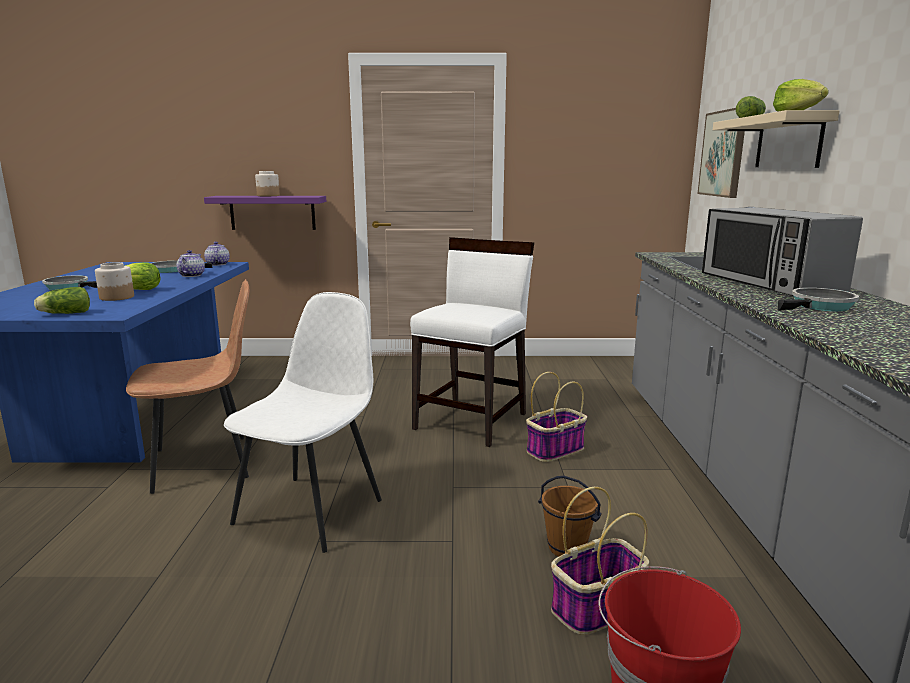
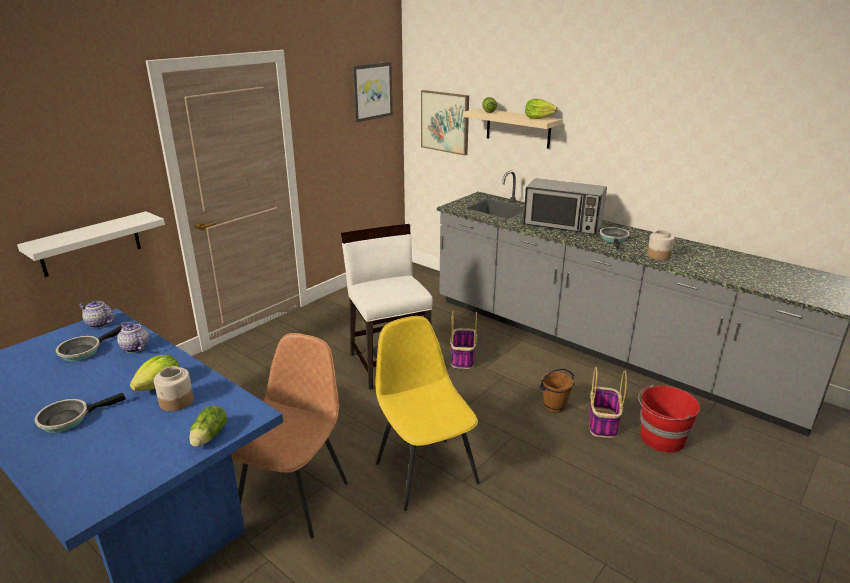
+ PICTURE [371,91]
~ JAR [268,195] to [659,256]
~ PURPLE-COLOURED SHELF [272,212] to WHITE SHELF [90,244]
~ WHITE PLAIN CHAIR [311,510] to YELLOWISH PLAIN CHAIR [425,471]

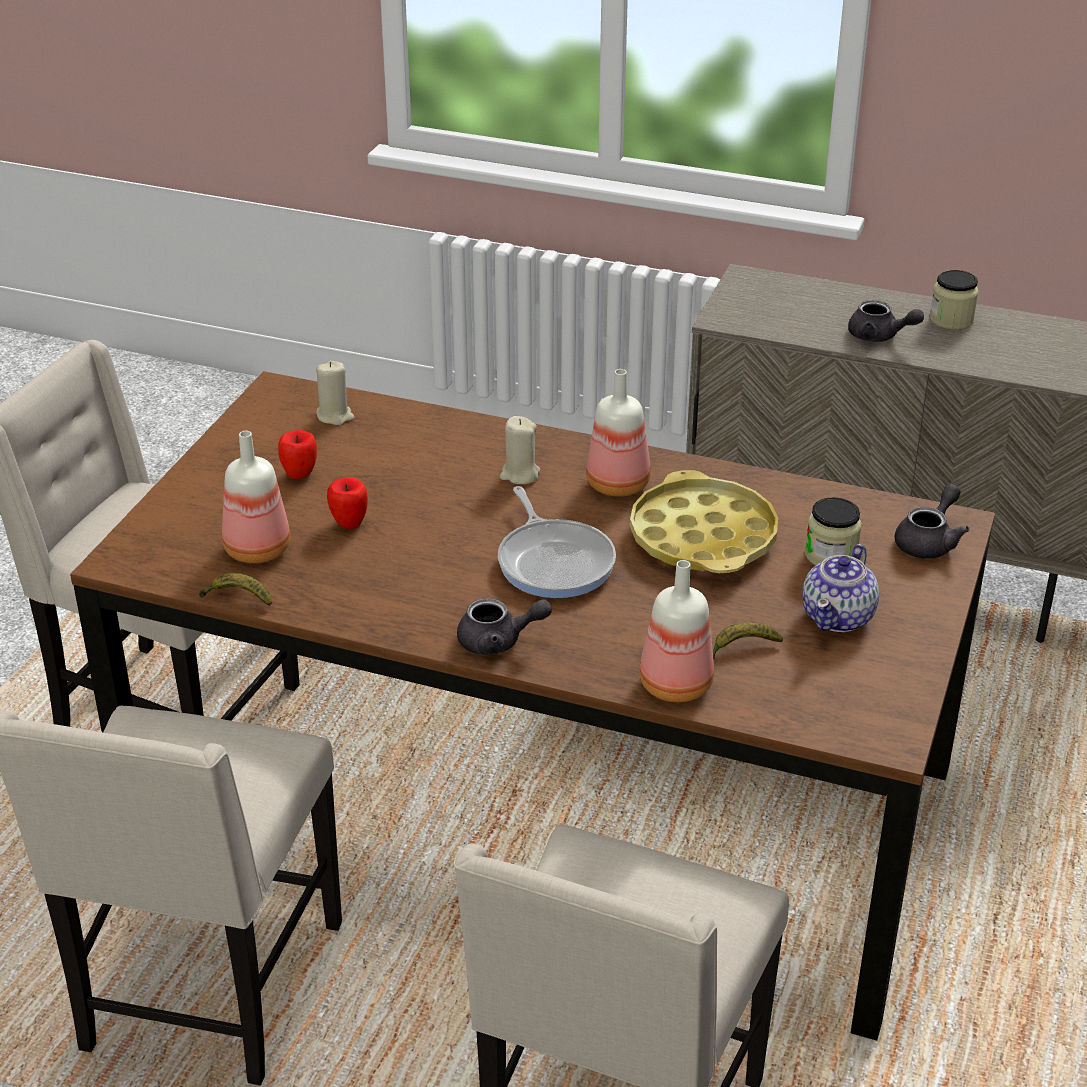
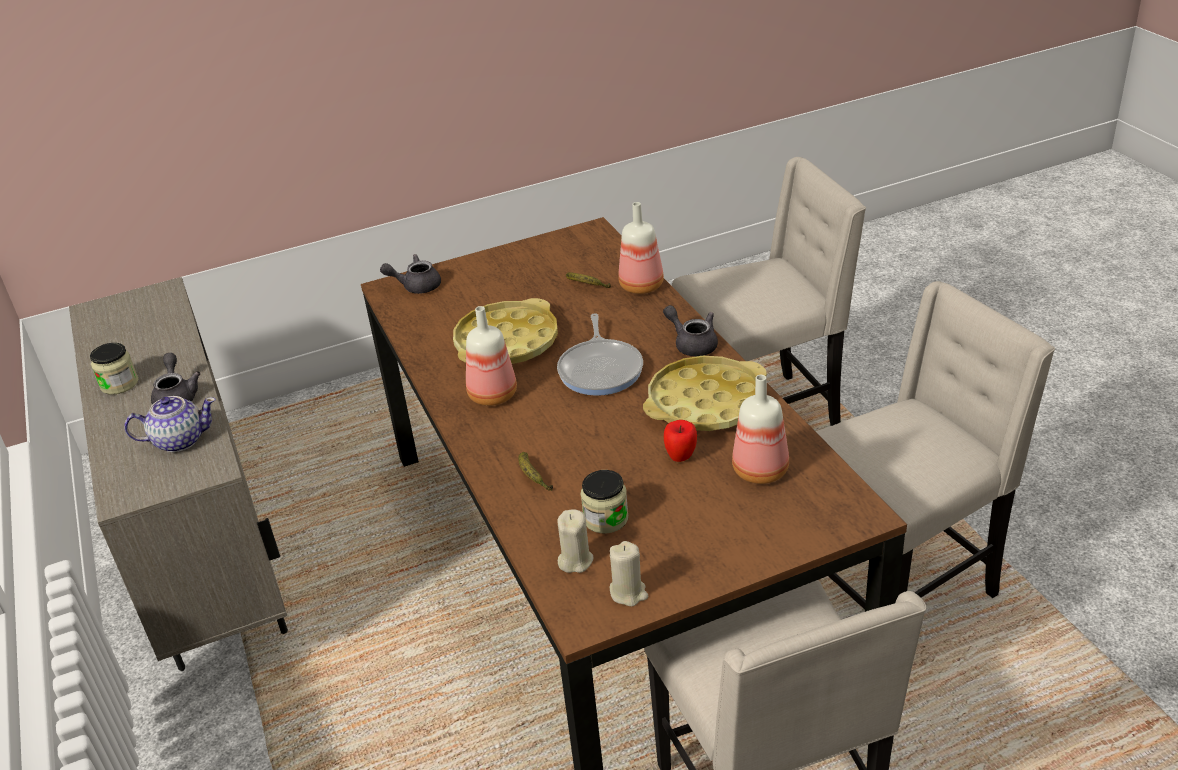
- WHOLE APPLE [299,475]
+ YELLOWISH TRAY [705,403]
~ WHOLE BANANA [238,598] to [532,477]
~ SAND-COLOURED CANDLE [519,474] to [628,592]
~ POT FOR TEA [839,616] to [179,440]
~ JAR [831,556] to [606,519]
~ SKILLET [554,561] = [601,369] 150 degrees clockwise

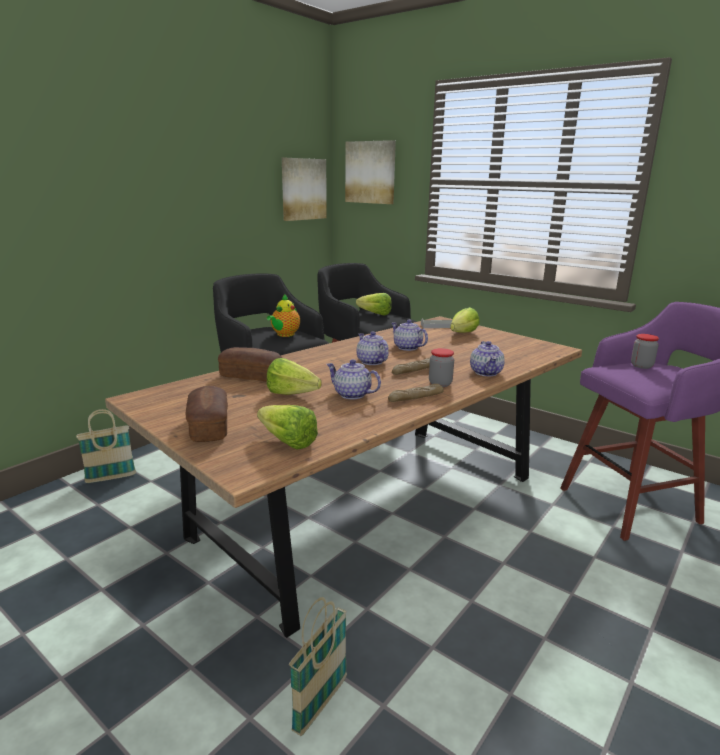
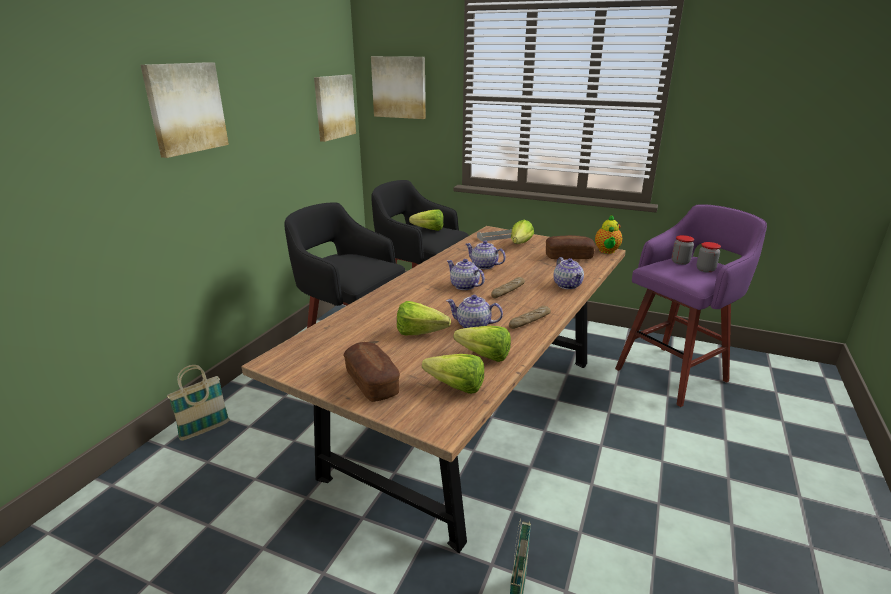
+ PICTURE [185,108]
+ LETTUCE HEAD [480,355]
~ BAKERY BREAD [251,376] to [568,256]
~ POT FOR TEA [284,335] to [607,251]
~ JAR [440,384] to [705,270]

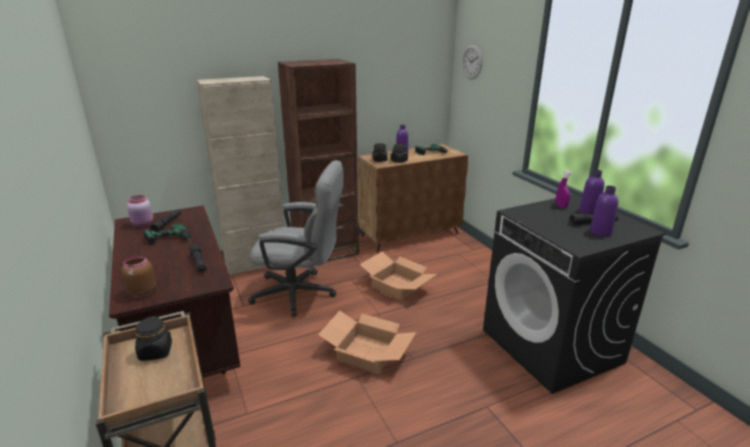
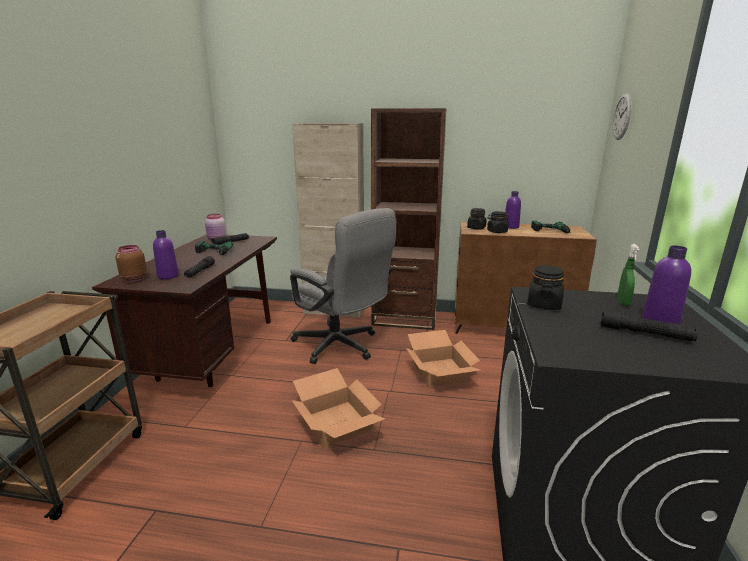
~ BLACK JAR [155,352] to [544,304]
~ PURPLE-COLOURED DRINK BOTTLE [600,232] to [168,276]
~ PURPLE-COLOURED HAND SPRAYER [561,206] to GREEN-COLOURED HAND SPRAYER [623,303]

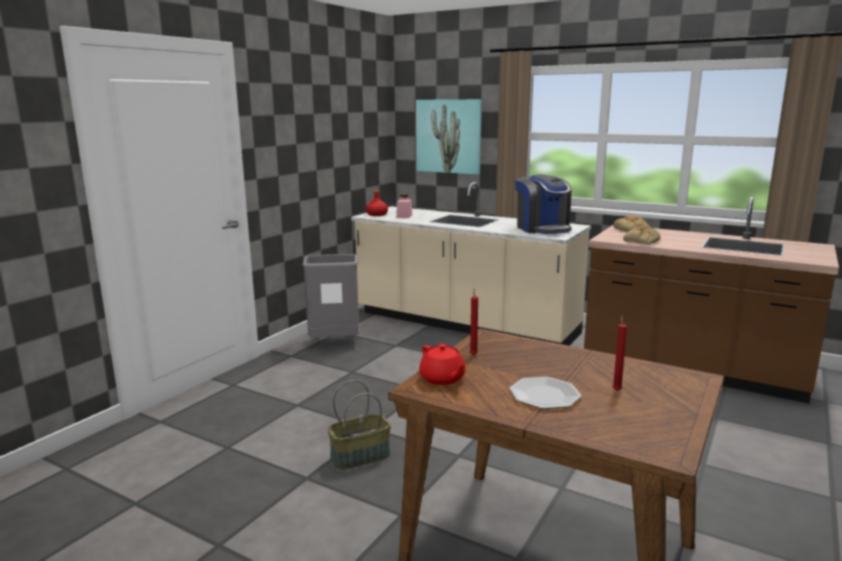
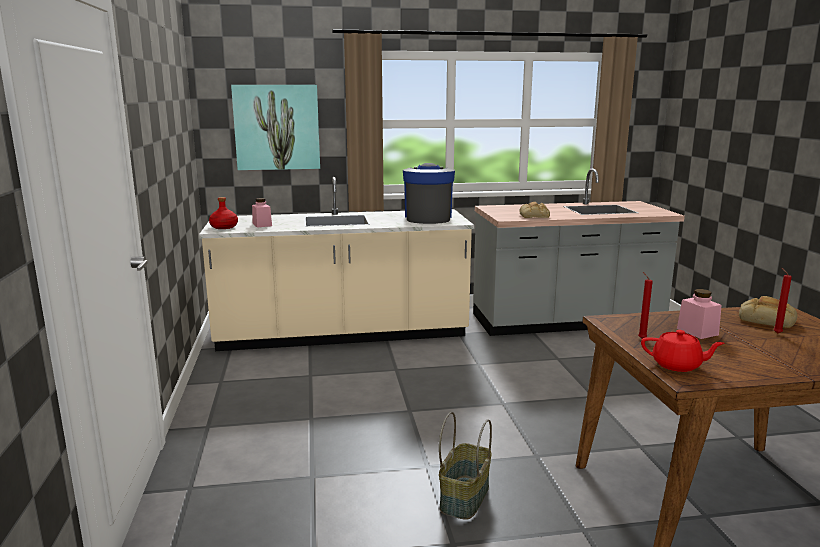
- GREYISH TRASH CAN [335,342]
- FLAT DISH [544,395]
+ PINKISH JAR [697,331]
~ BAKERY BREAD [632,230] to [767,319]
~ BROWN-COLOURED KITCHEN COUNTER [693,369] to GREYISH KITCHEN COUNTER [567,322]
~ COFFEE MACHINE [542,229] = [428,217] 120 degrees counterclockwise

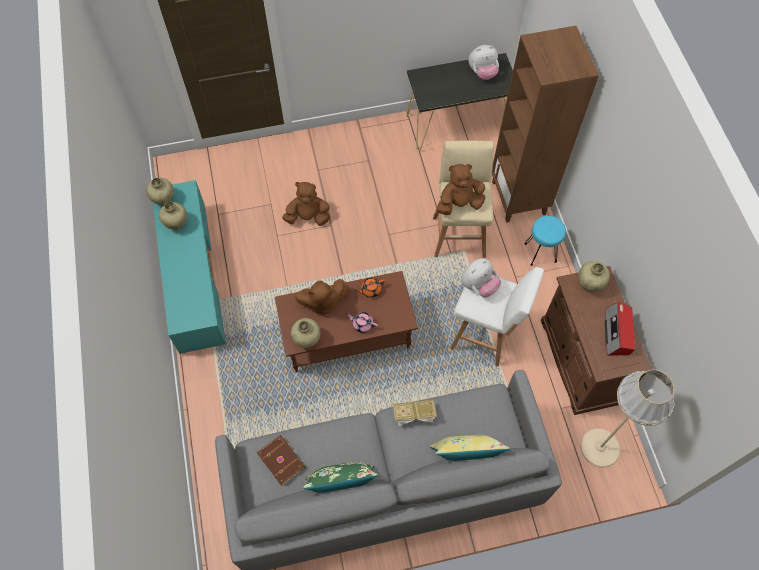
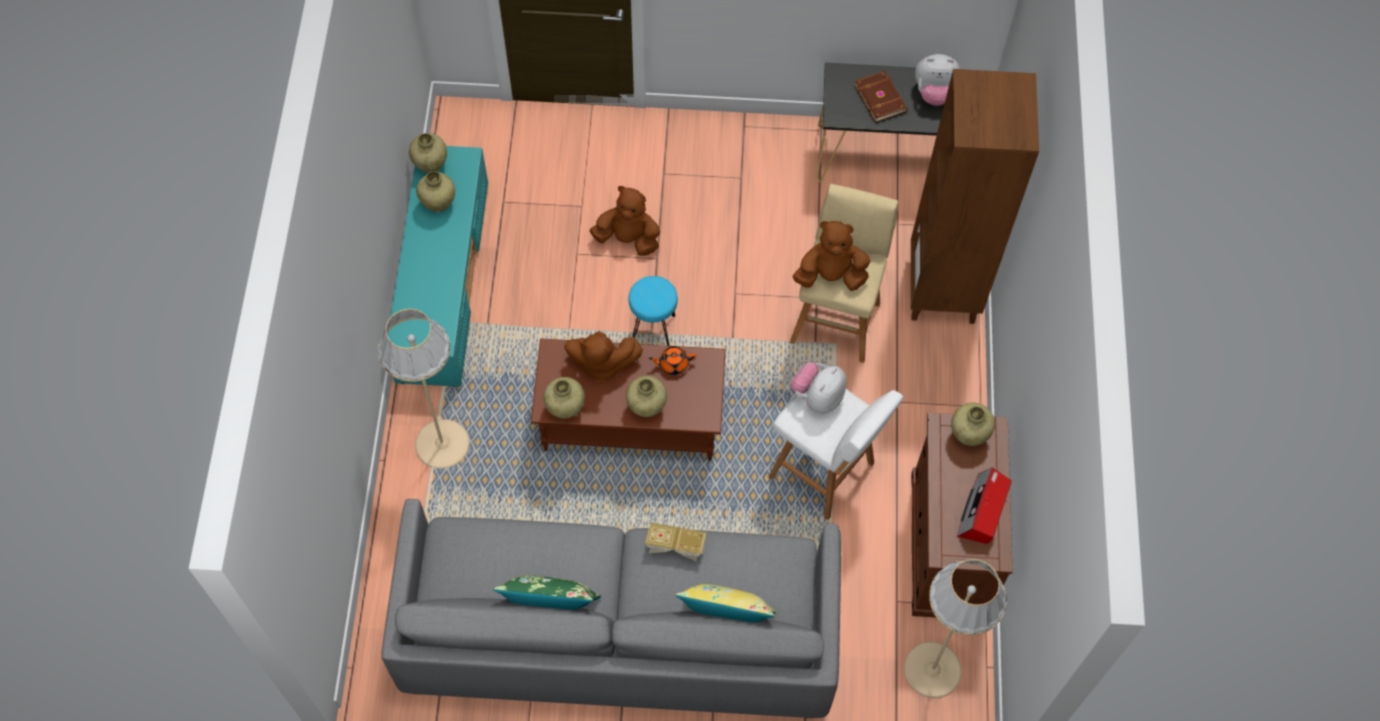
+ SAND-COLOURED STANDING LAMP [442,443]
~ BROWN-COLOURED BOUND BOOK [281,459] to [881,97]
~ BLUE-GREEN STOOL [541,252] to [653,329]
~ PINKISH POT FOR TEA [362,324] to SAND-COLOURED FLOWER VASE [646,407]
~ SOFT TOY [479,286] = [817,397] 150 degrees clockwise

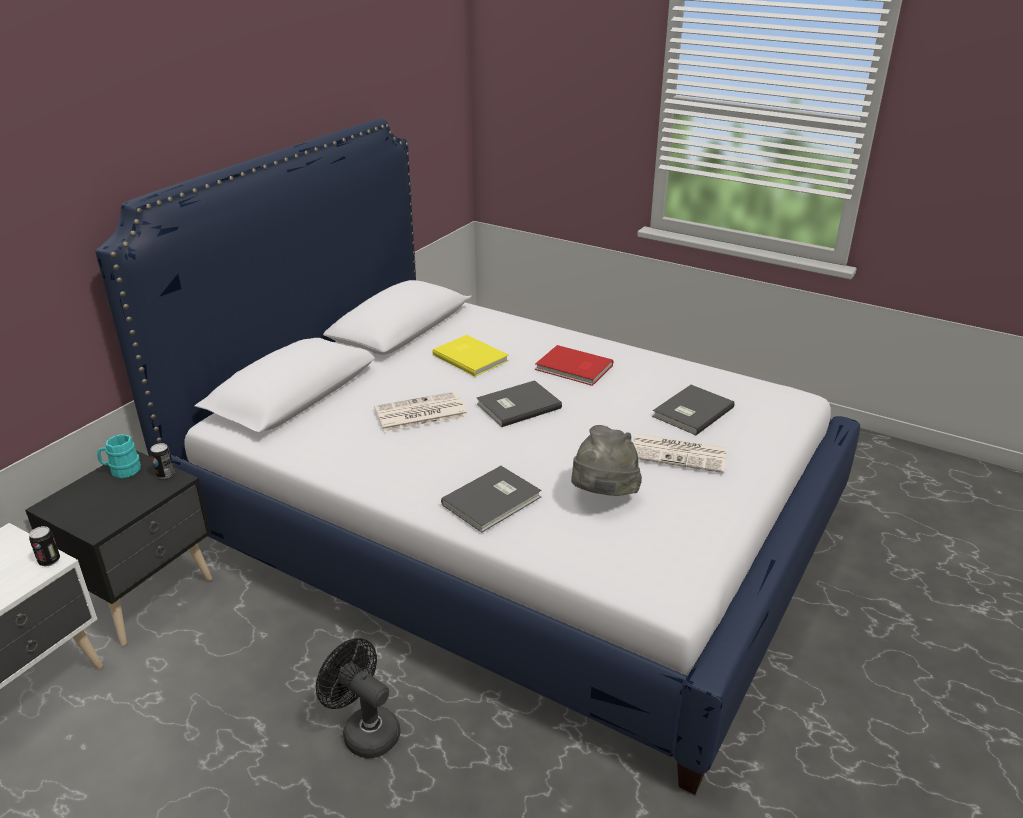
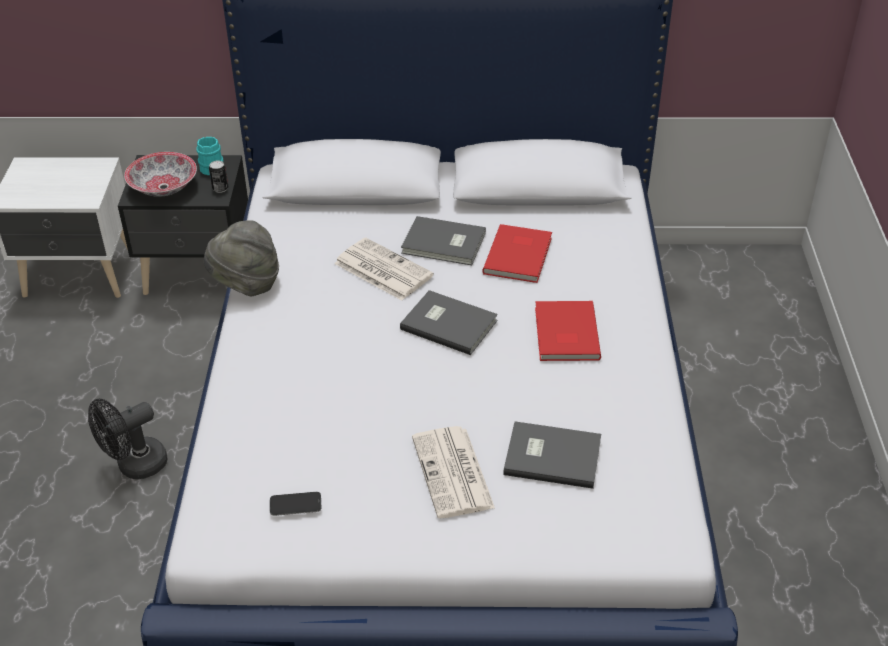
- SEALED CAN [49,560]
+ BOWL [163,187]
+ HANDSET [295,504]
~ GREYISH BOUND BOOK [494,501] to [444,244]
~ GREYISH CLOTHING HAT [603,496] to [246,284]
~ YELLOWISH BOUND BOOK [471,357] to RED BOUND BOOK [520,255]
~ BLACK FAN [364,730] = [135,466] 135 degrees counterclockwise

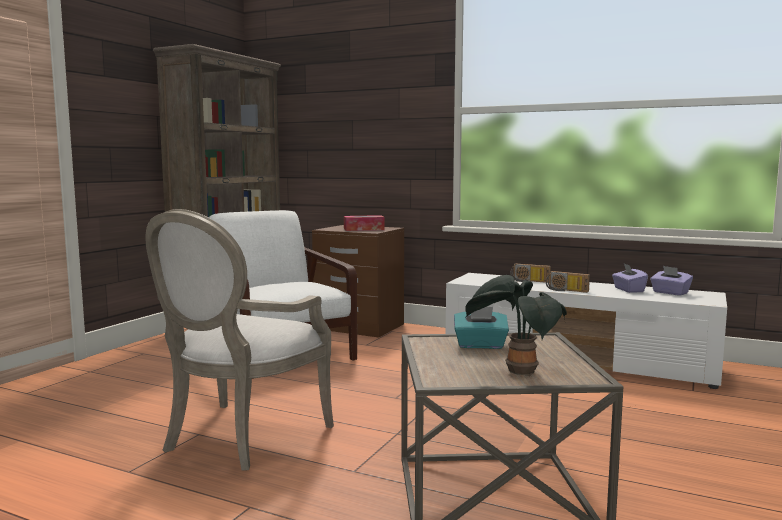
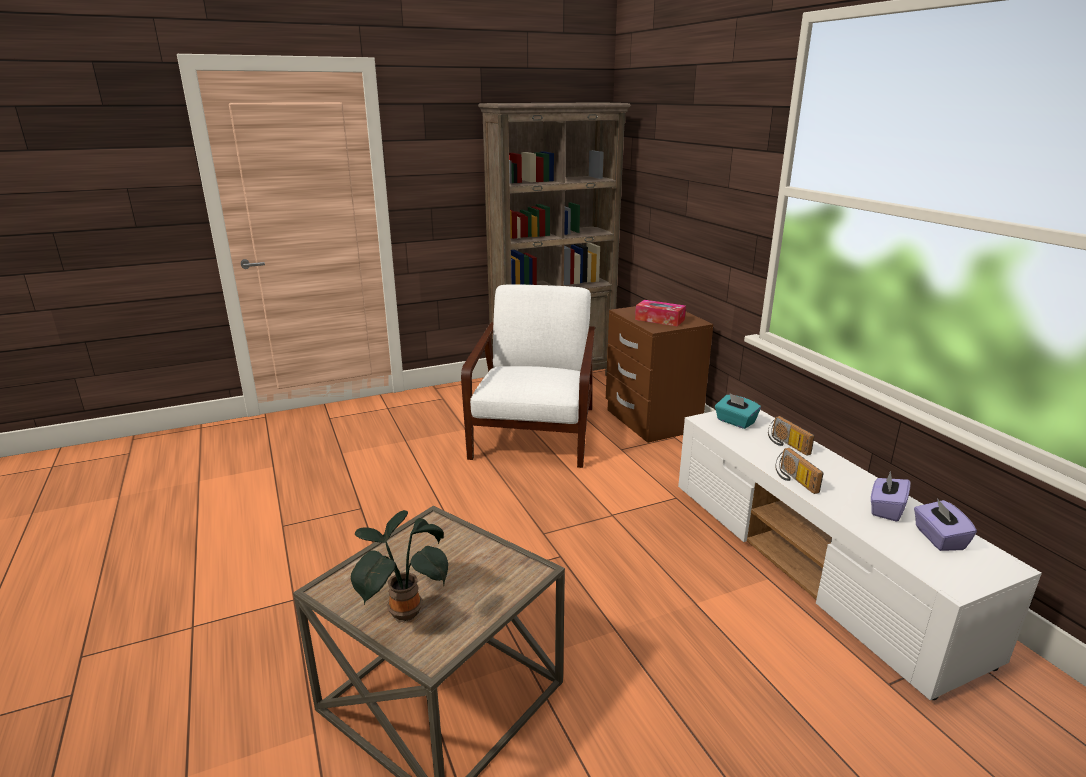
- ARMCHAIR [238,438]
~ BLUE-GREEN BOX OF TISSUES [480,345] to [735,422]

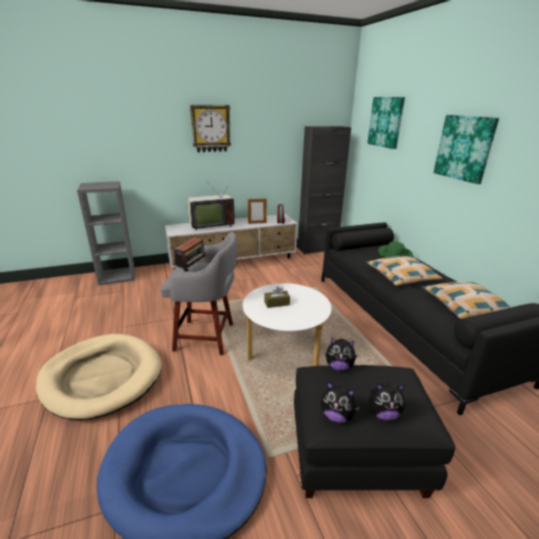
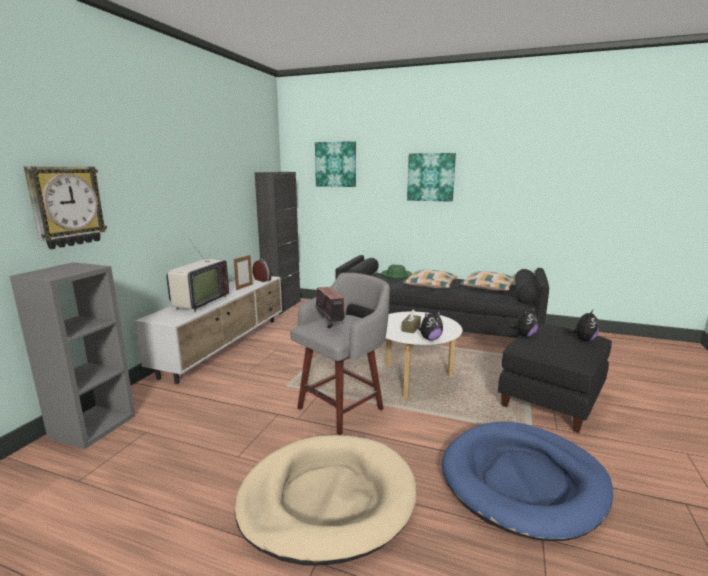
~ HANGING CLOCK [210,128] to [66,206]
~ SOFT TOY [337,416] to [430,339]

